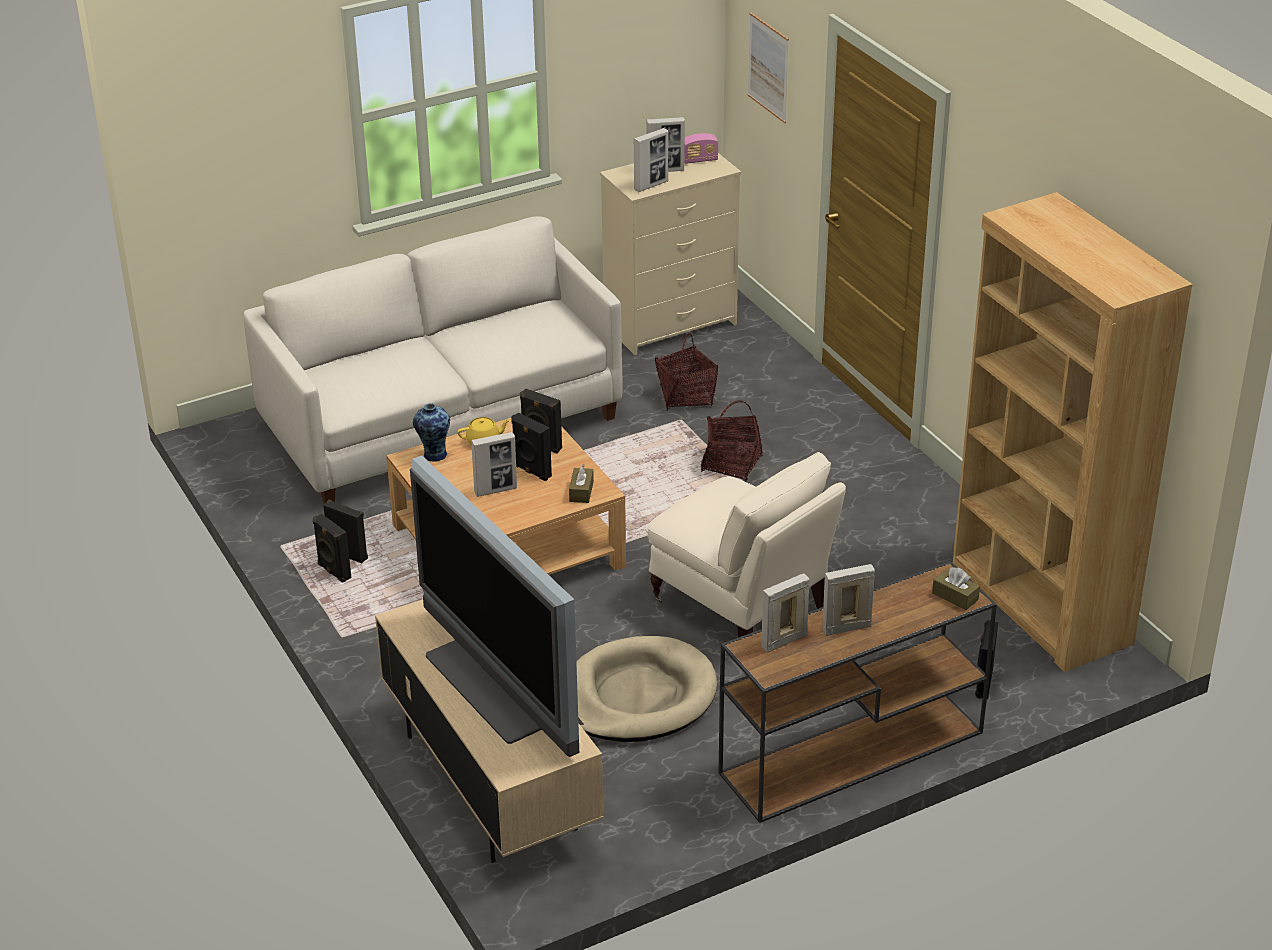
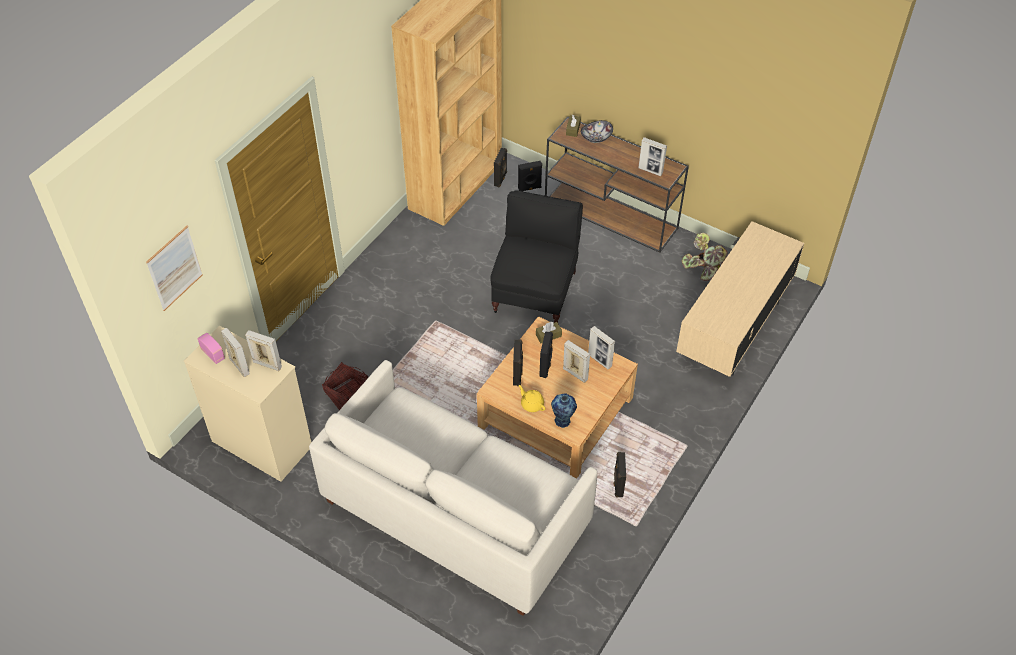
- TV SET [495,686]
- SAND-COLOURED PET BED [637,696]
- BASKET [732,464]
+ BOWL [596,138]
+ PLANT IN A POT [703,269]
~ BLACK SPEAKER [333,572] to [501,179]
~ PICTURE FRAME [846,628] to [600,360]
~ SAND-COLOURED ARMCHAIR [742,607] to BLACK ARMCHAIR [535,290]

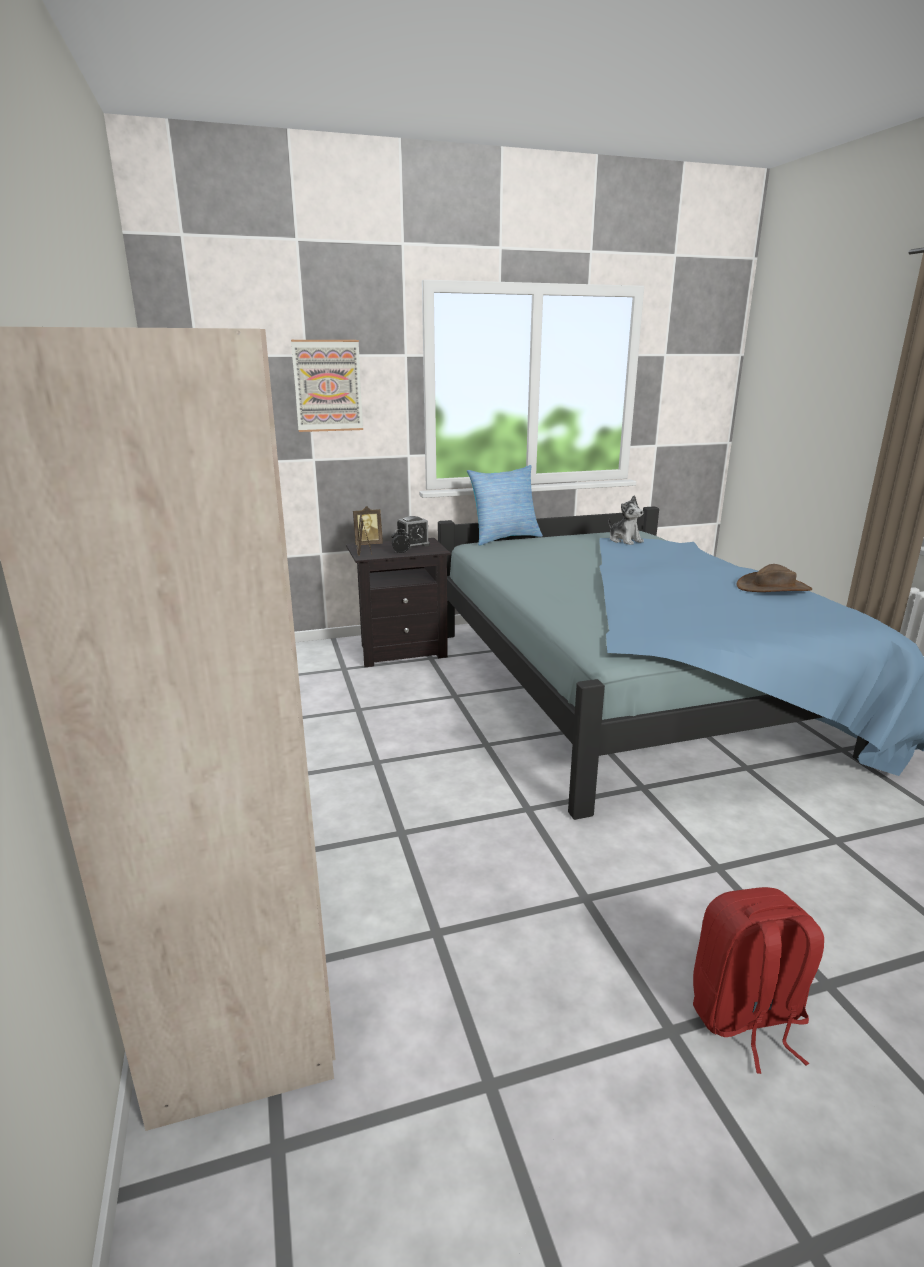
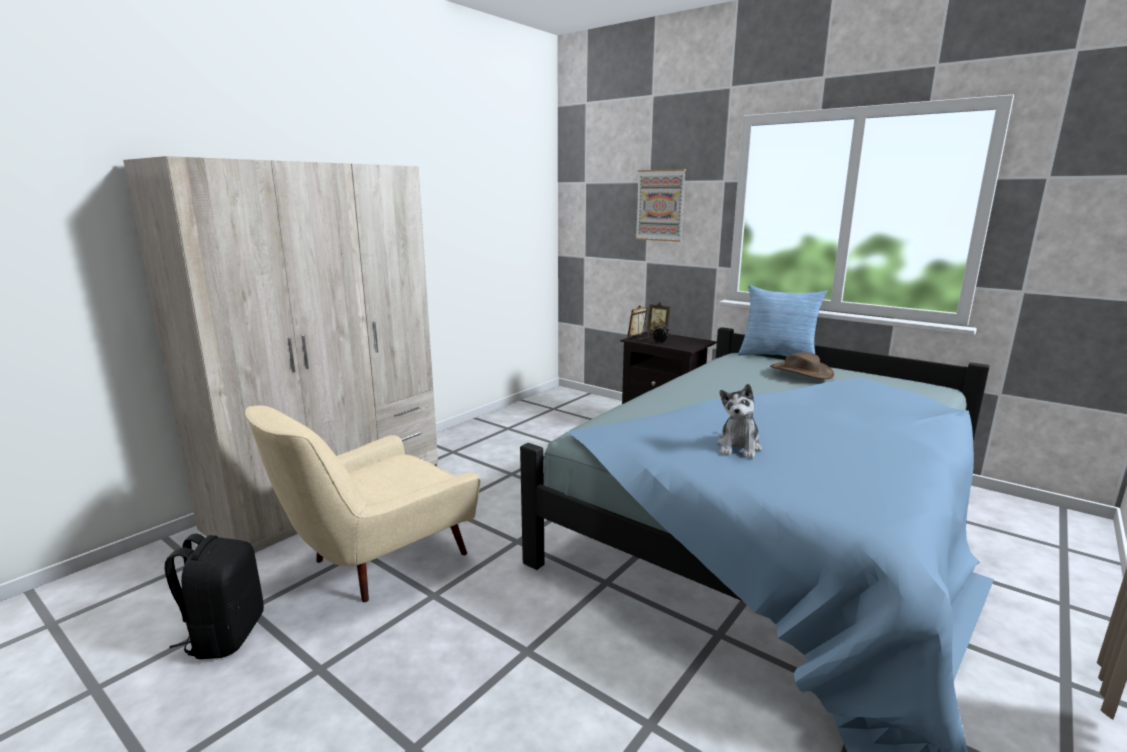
- ALARM CLOCK [413,545]
- RED BACKPACK [746,1017]
+ BLACK BACKPACK [225,635]
+ SAND-COLOURED ARMCHAIR [377,562]
~ SOFT TOY [624,540] to [739,447]
~ BROWN-COLOURED CLOTHING HAT [773,587] to [801,371]

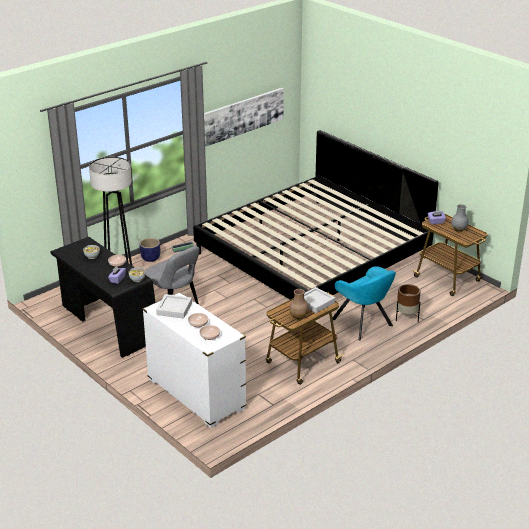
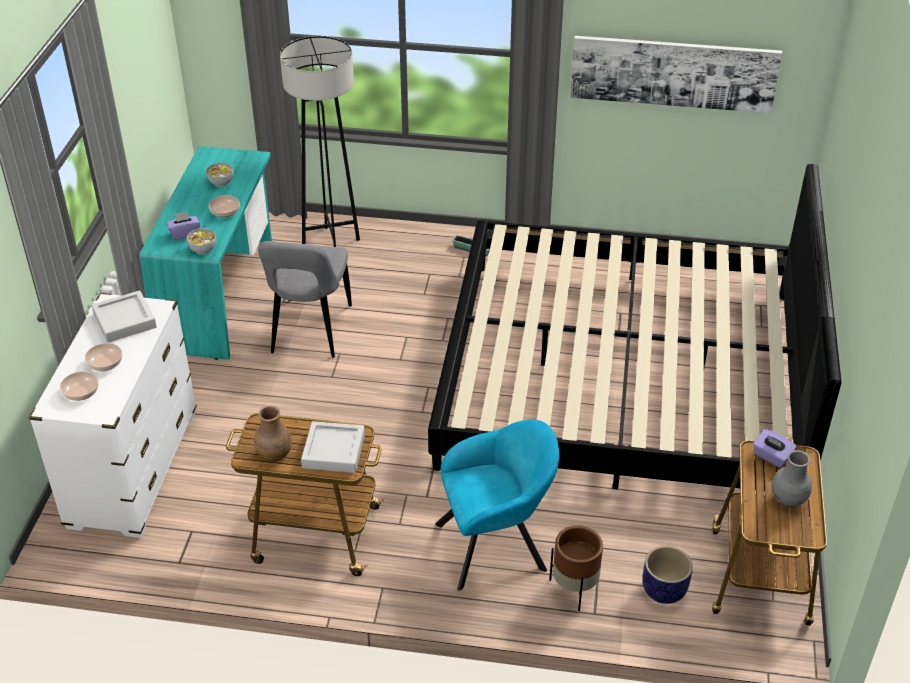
~ FLOWER POT [150,258] to [663,590]
~ BLACK DESK TABLE [107,323] to BLUE-GREEN DESK TABLE [220,294]
~ BLUE-GREEN ARMCHAIR [364,324] = [497,545] 120 degrees counterclockwise

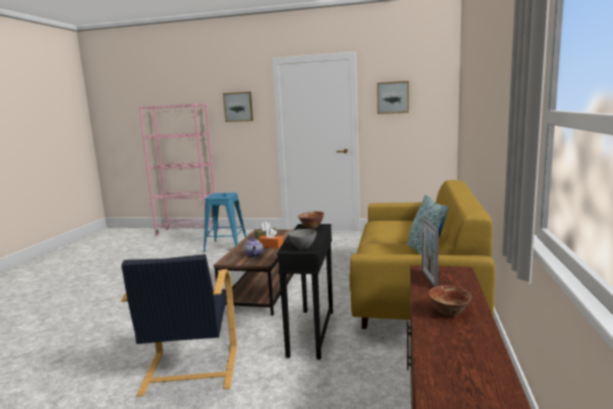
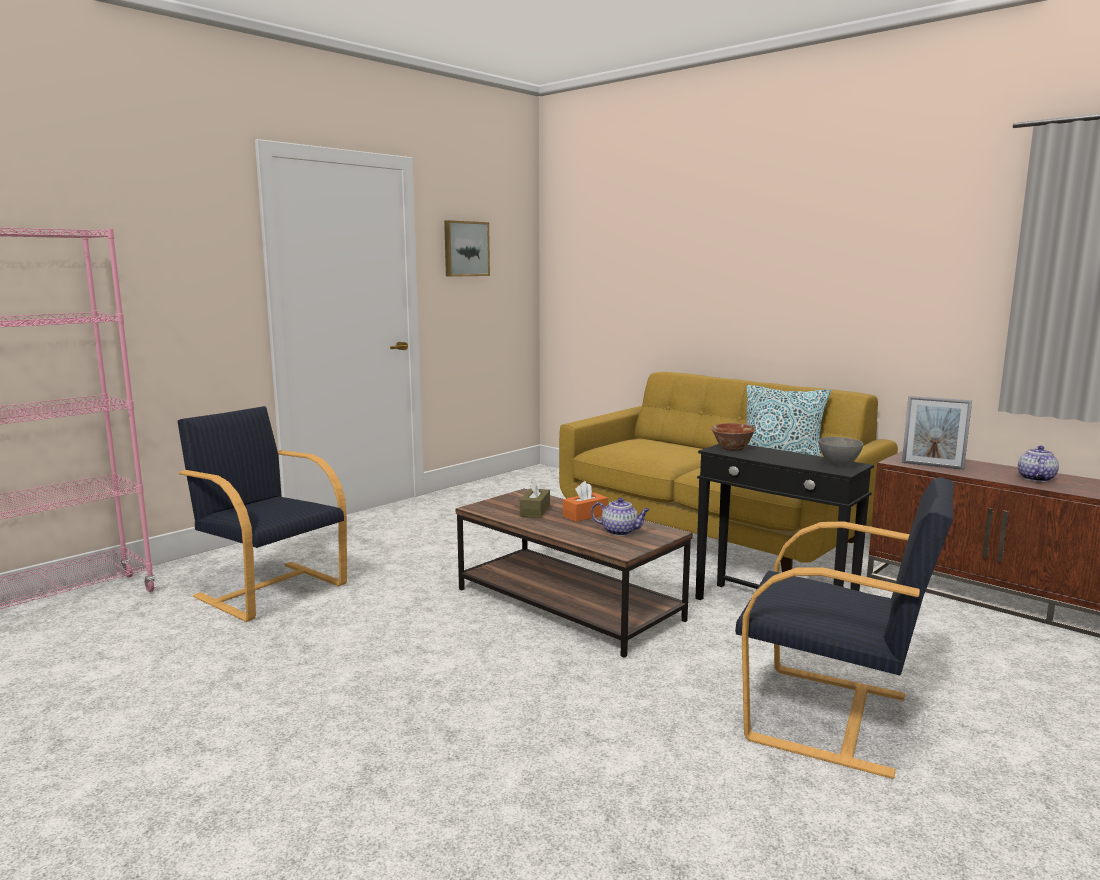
- PICTURE [238,107]
~ BLUE STOOL [225,246] to BLACK ARMCHAIR [270,589]
~ BOWL [449,313] to POT FOR TEA [1035,478]

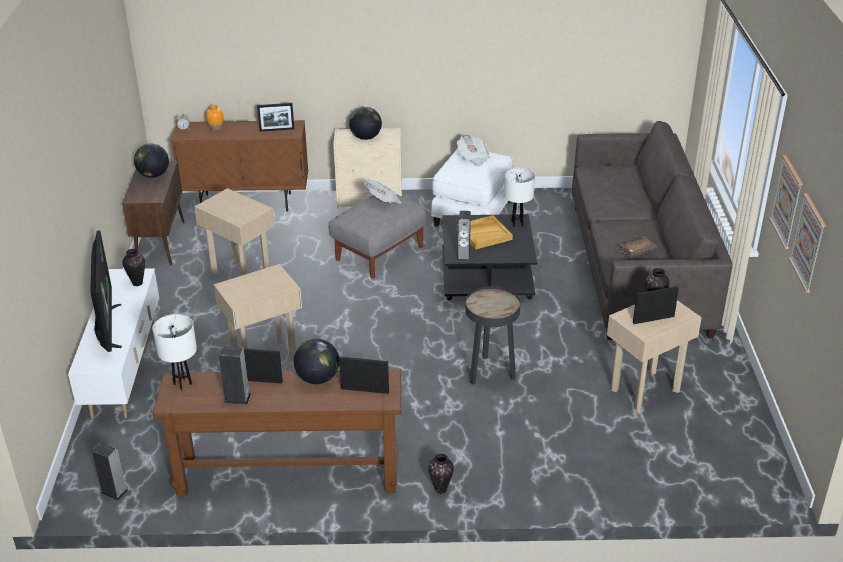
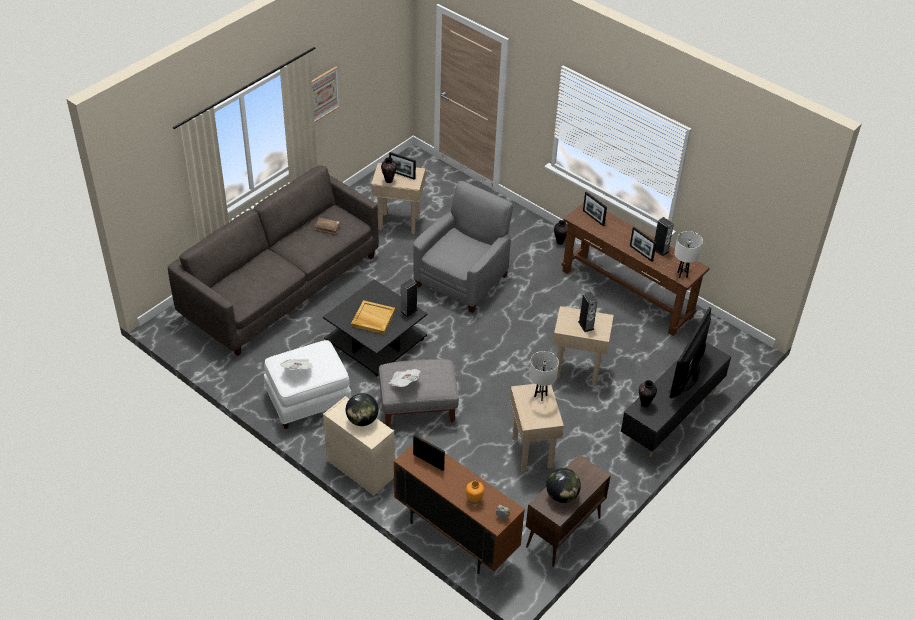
- WORLD GLOBE [318,378]
- PICTURE [808,242]
~ SPEAKER [114,491] to [586,325]
~ WHITE TABLETOP LAMP [517,223] to [540,396]
~ BLACK END TABLE [490,373] to GREYISH ARMCHAIR [462,280]
~ WHITE TV UNIT [125,370] to BLACK TV UNIT [670,418]

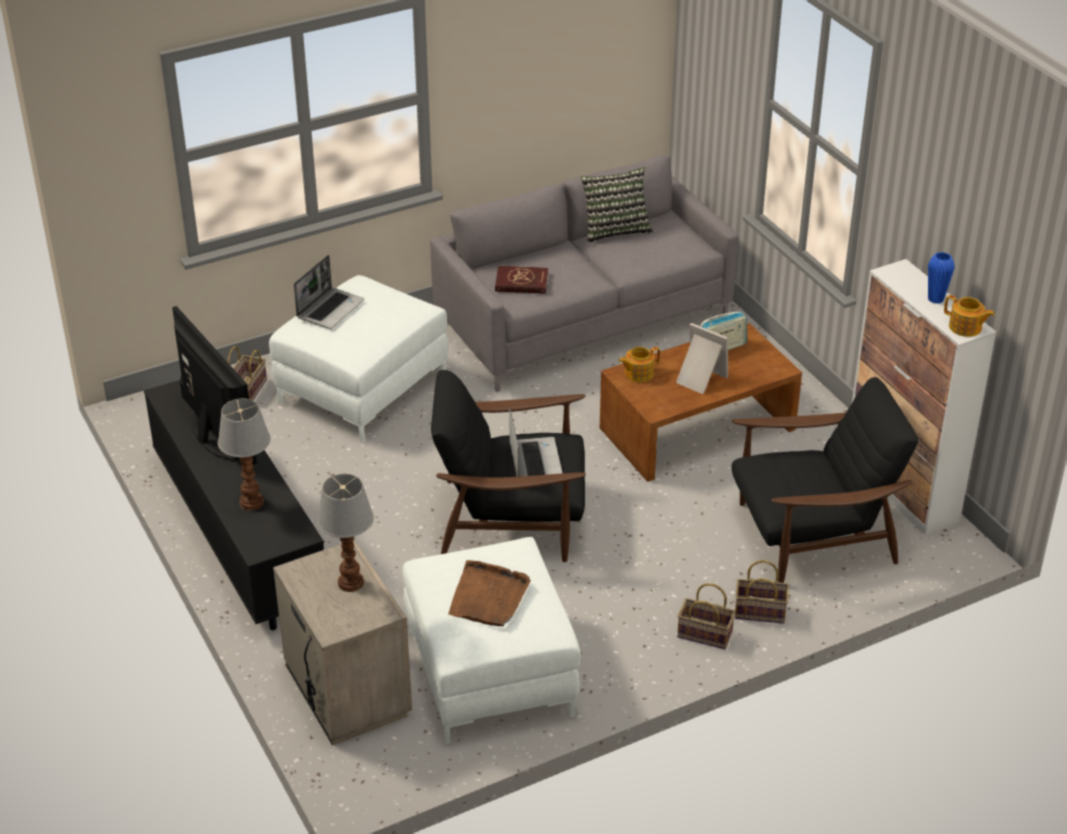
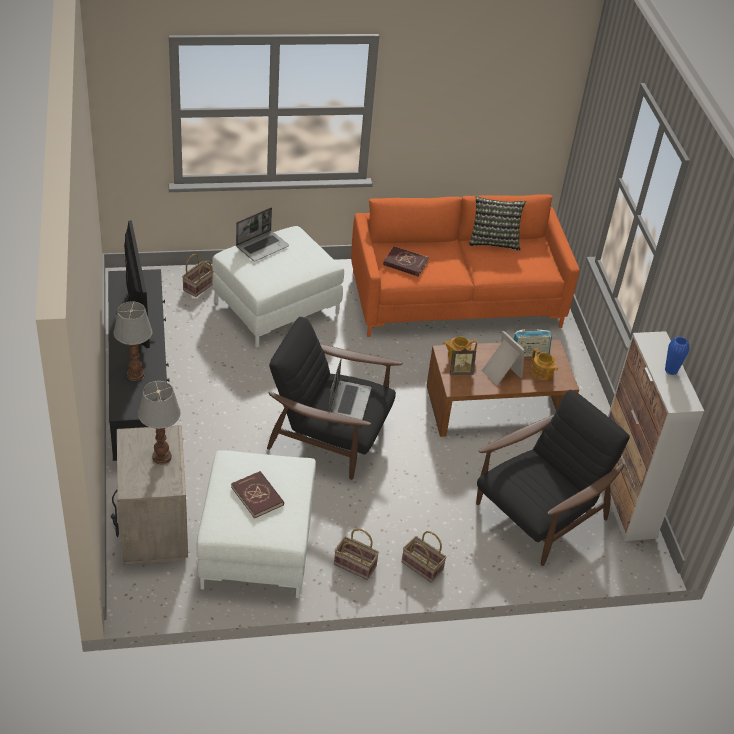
+ PICTURE FRAME [460,372]
~ BASKET [761,611] to [356,565]
~ POT FOR TEA [965,328] to [542,372]
~ BROWN-COLOURED TRAY [488,597] to RED BOUND BOOK [257,496]
~ GREYISH SETTEE [583,320] to ORANGEY SETTEE [456,299]
~ BLACK ARMCHAIR [812,535] = [539,514] 45 degrees counterclockwise

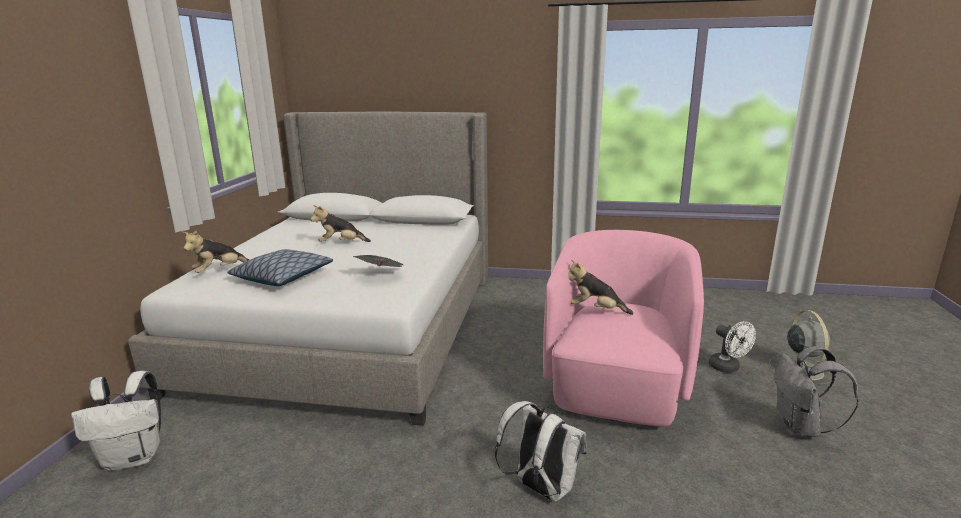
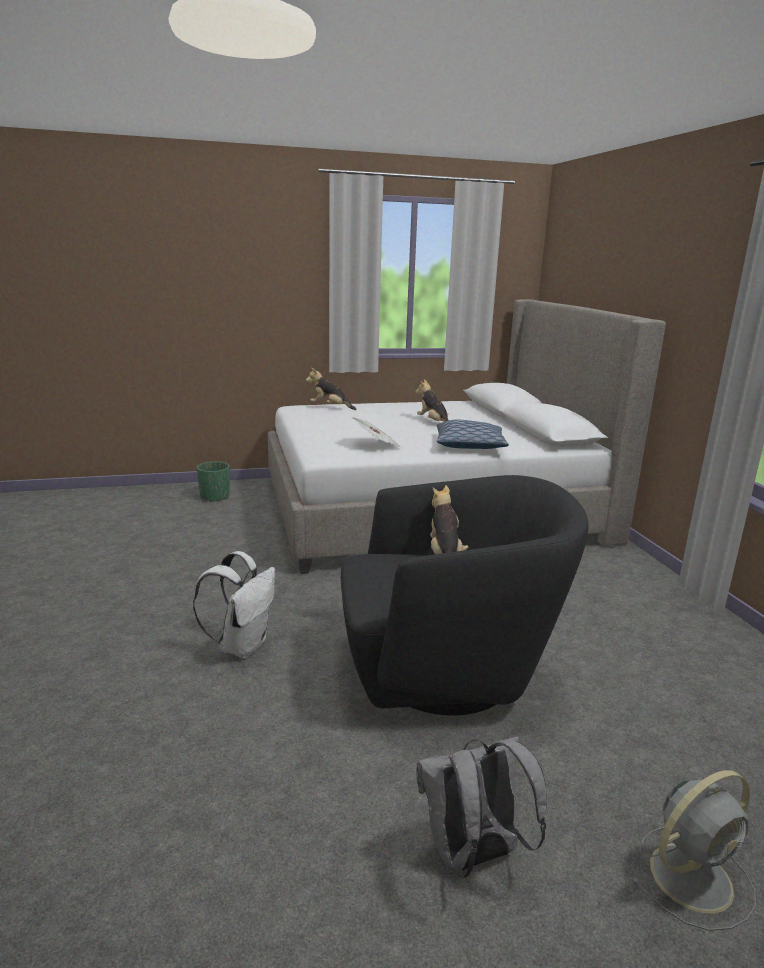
- WHITE FAN [728,368]
~ CUSHION [282,277] to [469,445]
~ WHITE BACKPACK [134,458] to GREEN-COLOURED FLOWER POT [215,497]
~ PINKISH ARMCHAIR [617,388] to BLACK ARMCHAIR [447,670]

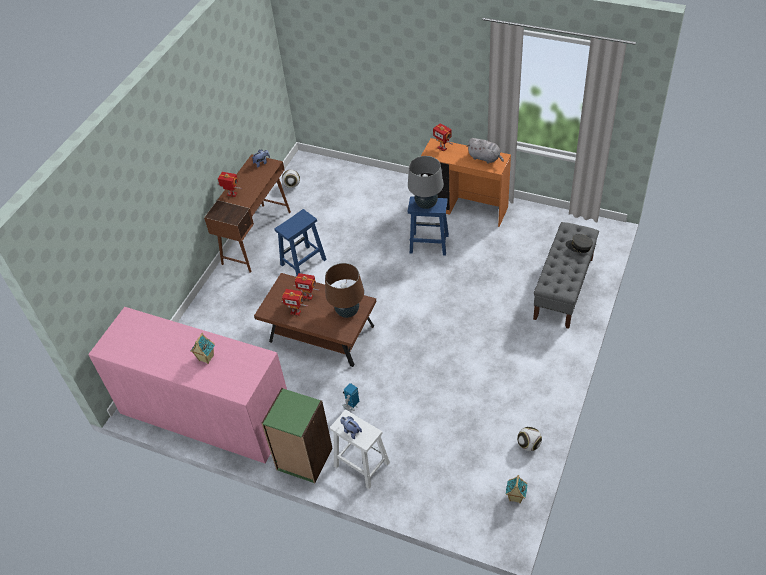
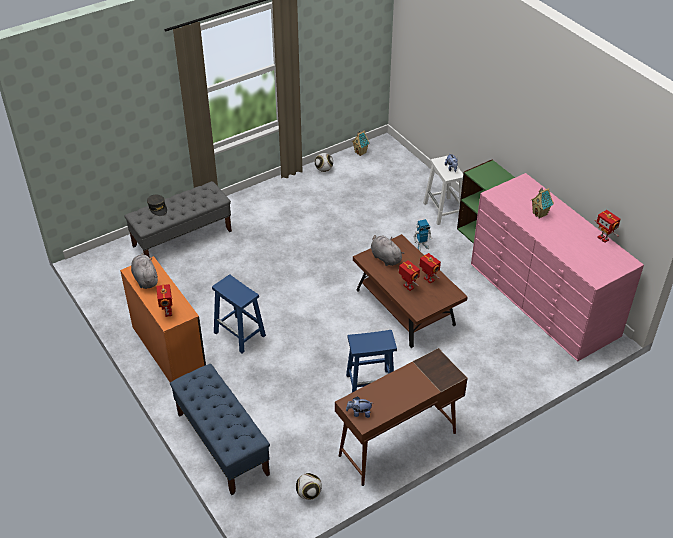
- GREYISH TABLETOP LAMP [426,204]
+ BLUE LONG SEAT [222,443]
~ MODEL ROBOT [232,194] to [603,238]
~ BROWN-COLOURED TABLETOP LAMP [347,312] to GREYISH SOFT TOY [385,257]

